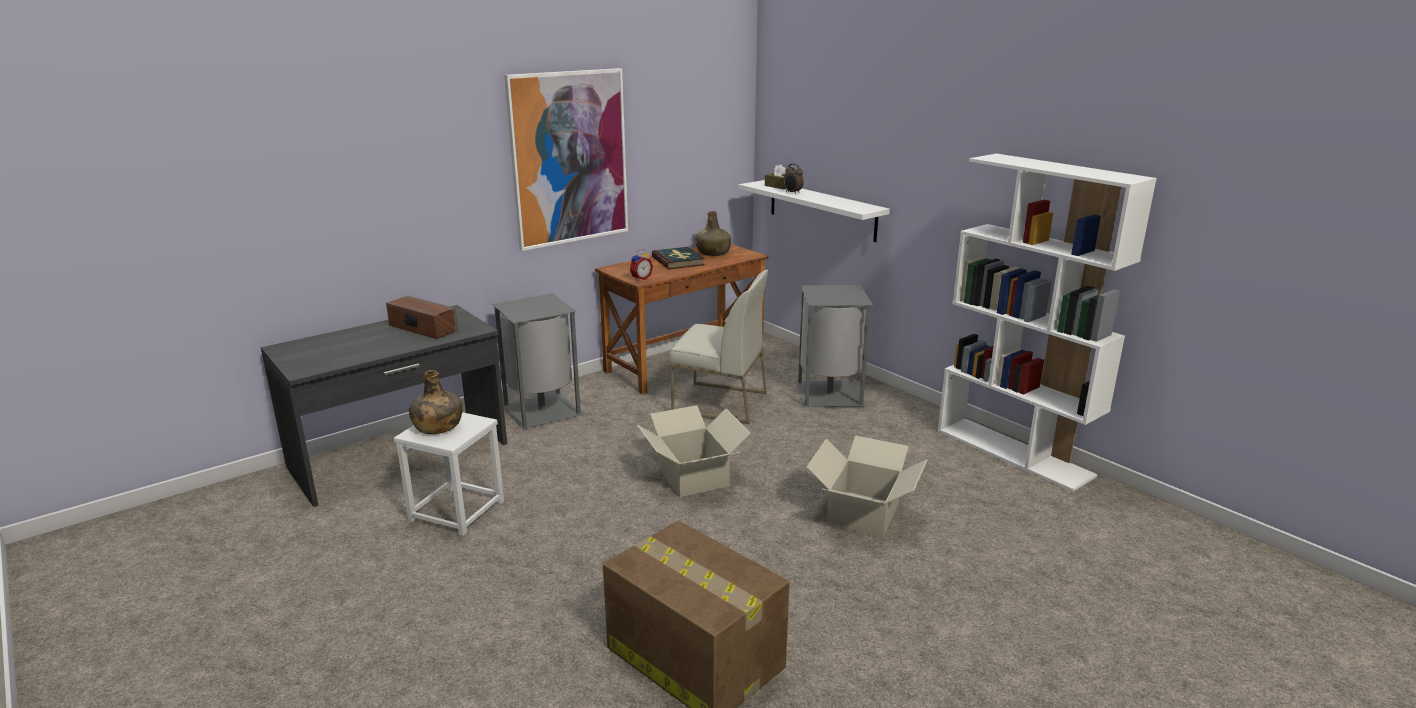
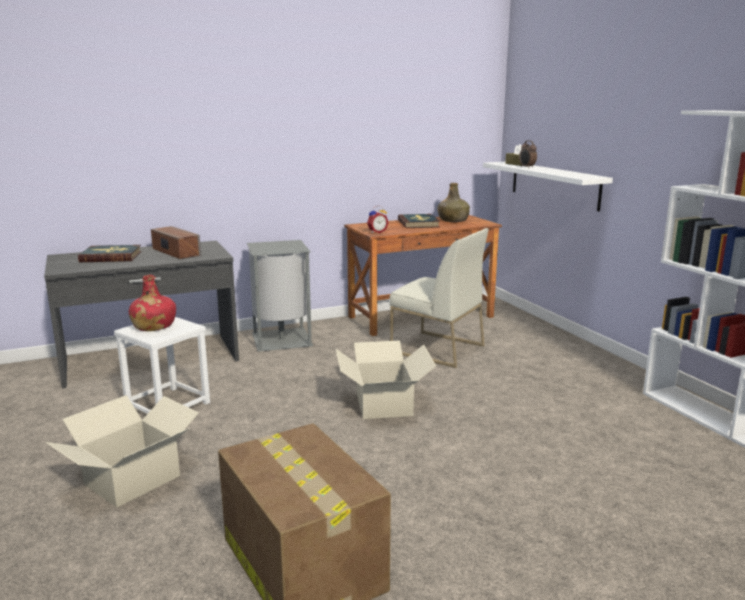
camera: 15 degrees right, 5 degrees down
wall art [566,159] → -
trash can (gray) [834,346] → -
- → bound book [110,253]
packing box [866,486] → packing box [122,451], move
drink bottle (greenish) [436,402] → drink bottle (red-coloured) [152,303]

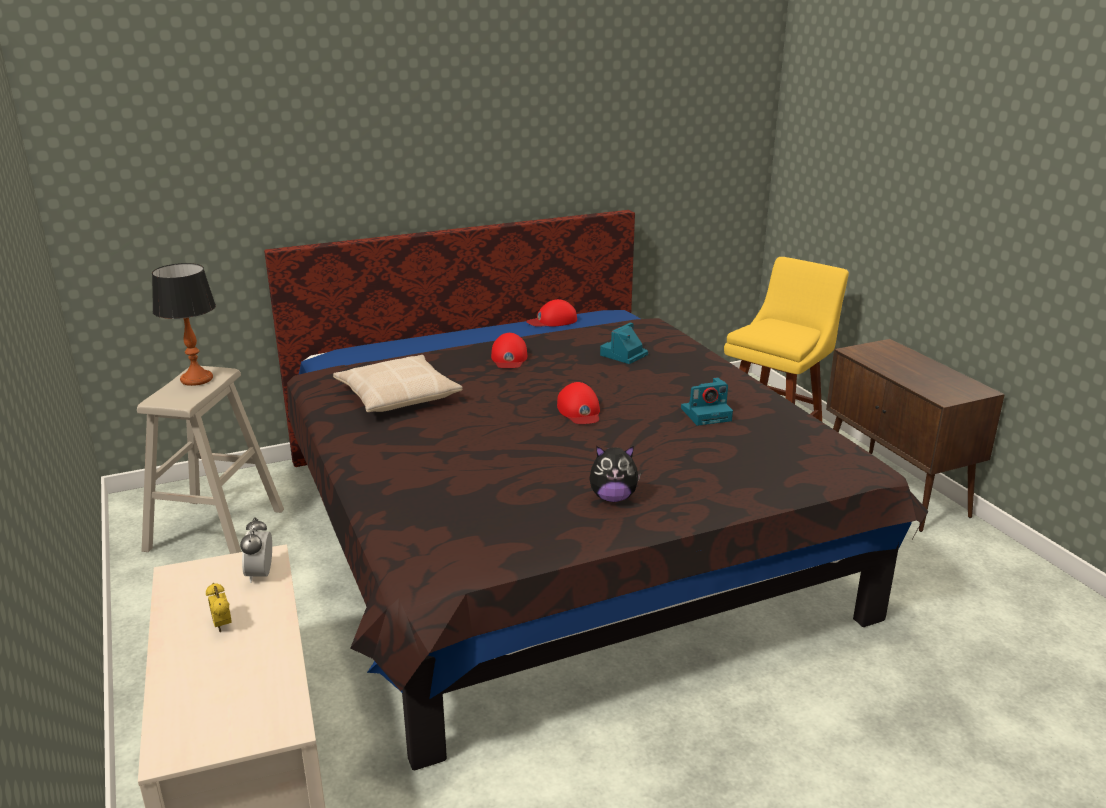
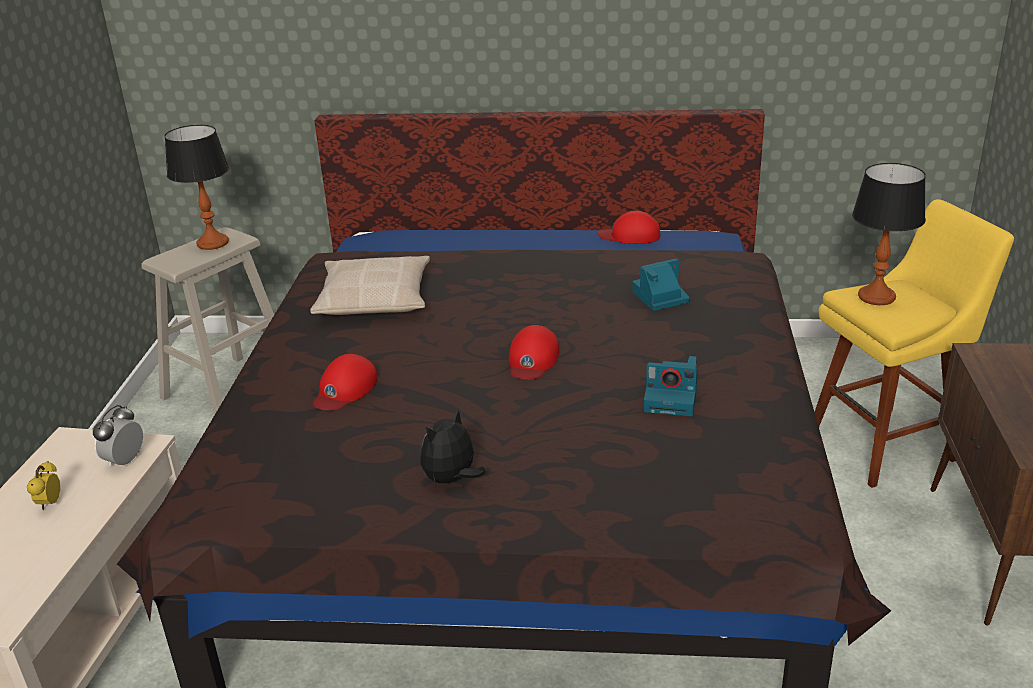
camera: 30 degrees right, 5 degrees up
- → tabletop lamp [889,234]
baseball cap (red-coloured) [509,350] → baseball cap (red-coloured) [345,382], move
soft toy [615,474] → soft toy [453,447], 105 degrees clockwise

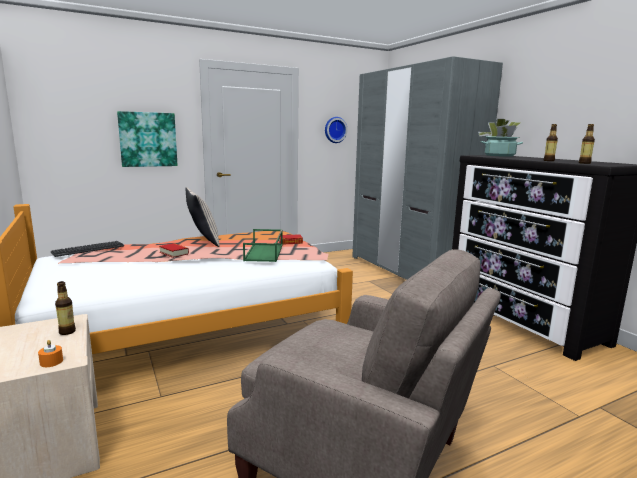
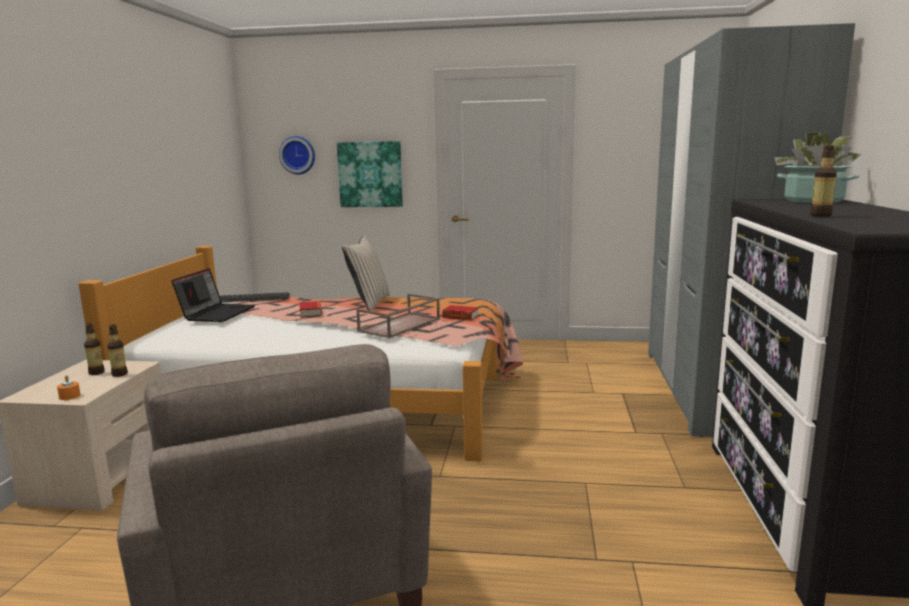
camera: 35 degrees right, 0 degrees up
- → portable computer [213,295]
clock on the wall [336,130] → clock on the wall [297,155], move
drink bottle [587,144] → drink bottle [94,349], move
carrying tray (greenish) [263,245] → carrying tray (brownish) [398,315]

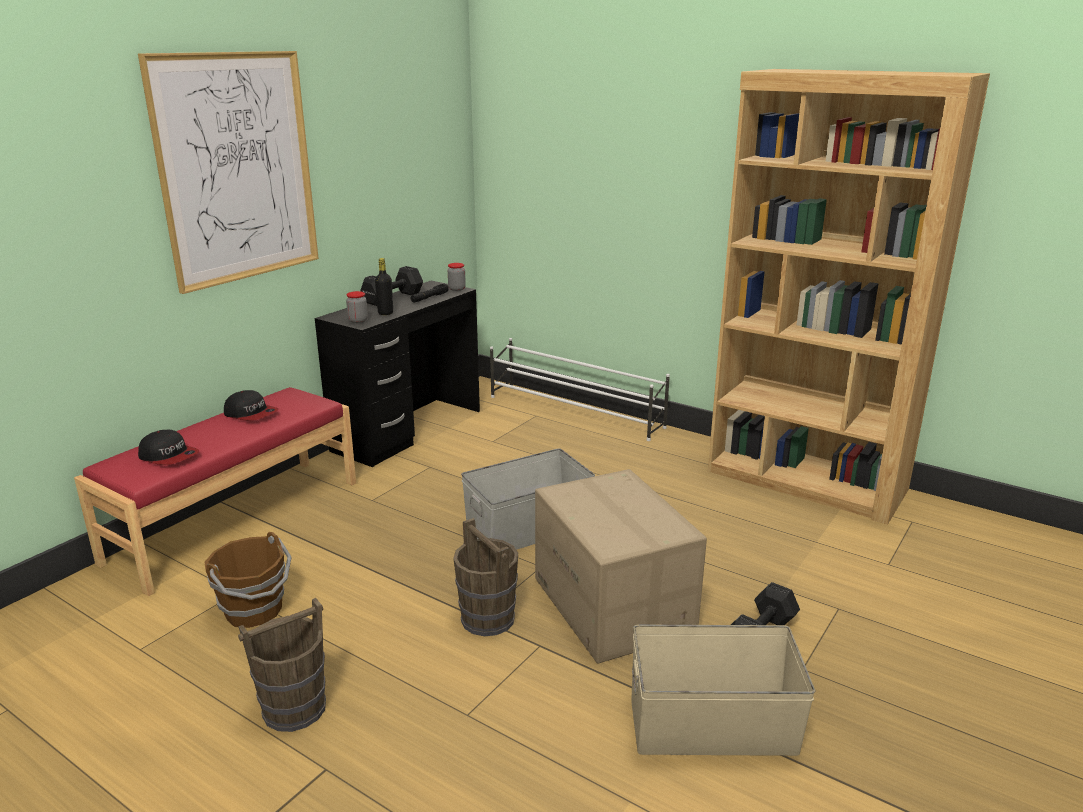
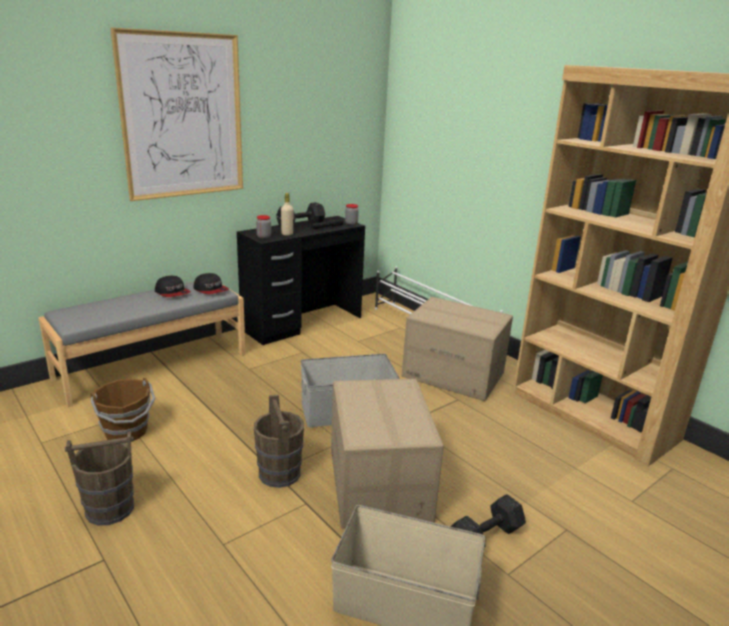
camera: 15 degrees right, 0 degrees up
- → packing box [457,349]
baseball cap [169,447] → baseball cap [211,283], move
indoor bench (red-coloured) [215,491] → indoor bench (gray) [142,344]
drink bottle (black-coloured) [384,286] → drink bottle (sand-coloured) [287,214]

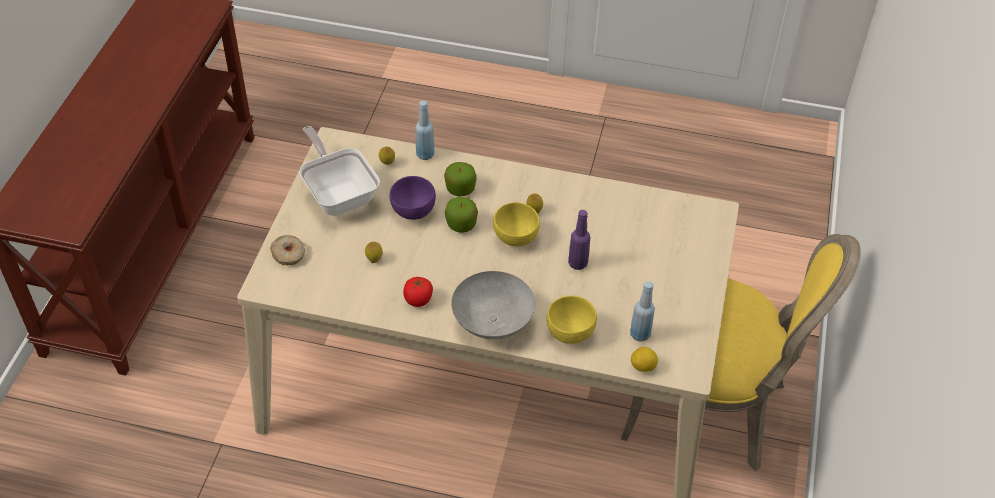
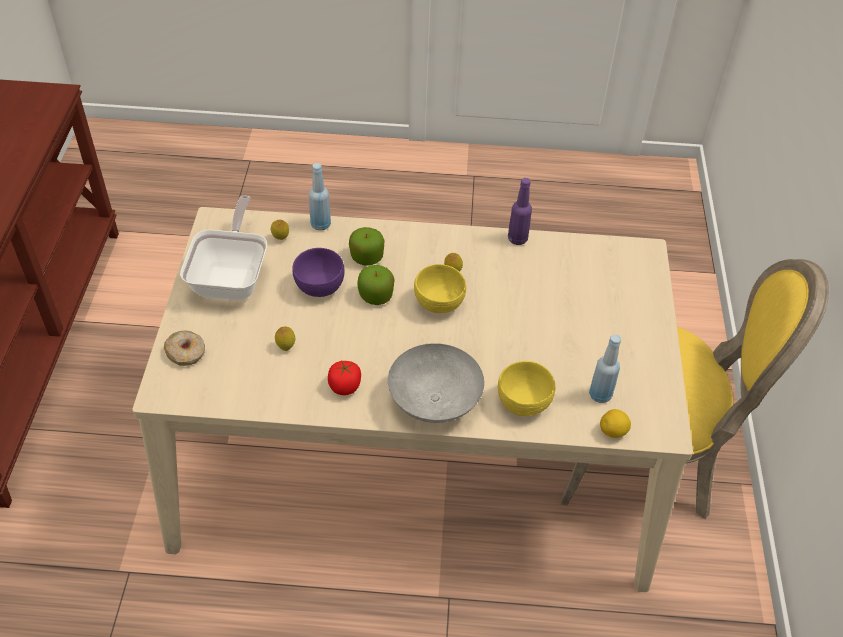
camera: 10 degrees left, 0 degrees up
drink bottle (purple-coloured) [579,240] → drink bottle (purple-coloured) [520,211], move
pan [339,171] → pan [223,248], 45 degrees clockwise

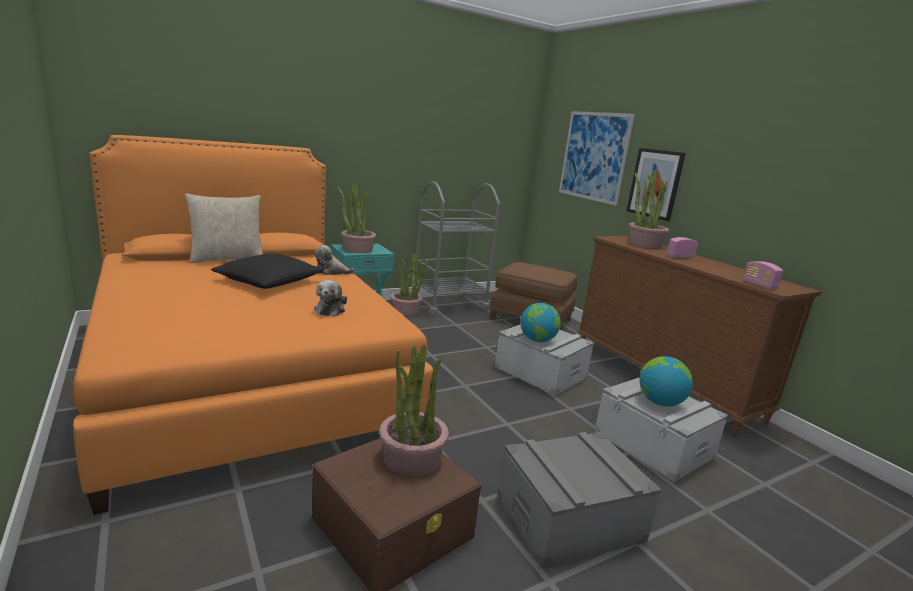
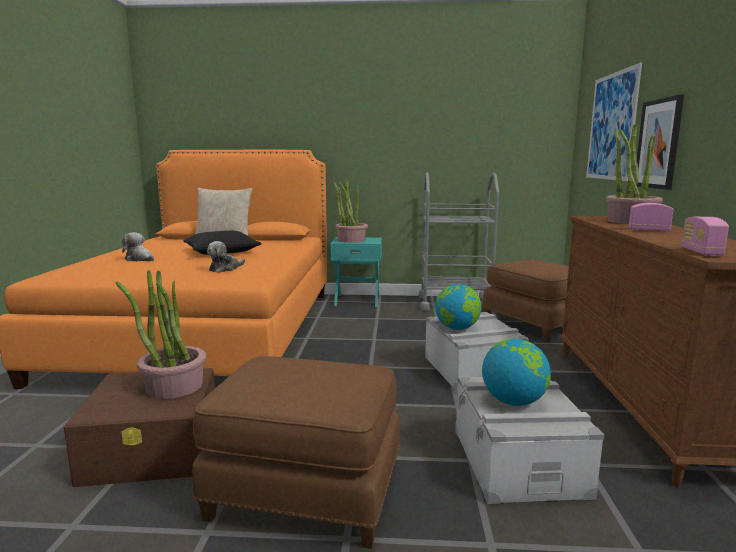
camera: 35 degrees right, 5 degrees down
plant in a pot [410,284] → -
soft toy [334,260] → soft toy [138,247], move
storage container (gray) [579,500] → footrest (brownish) [296,452]

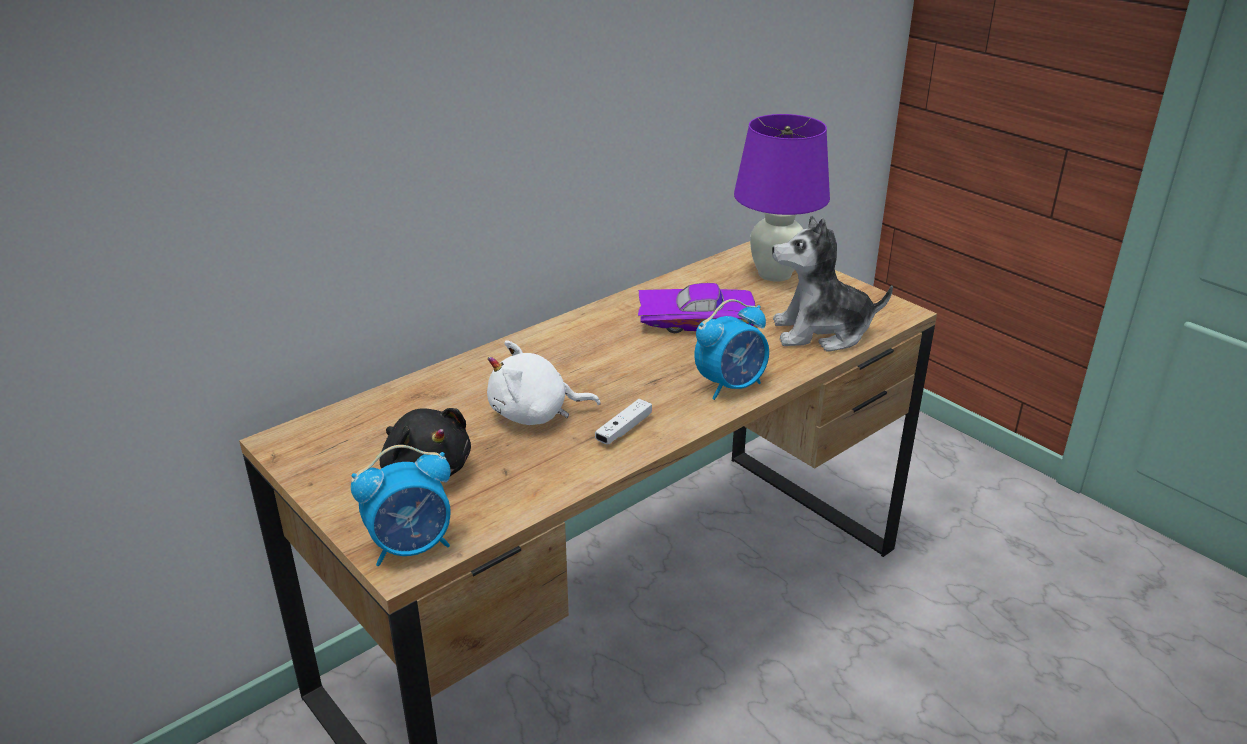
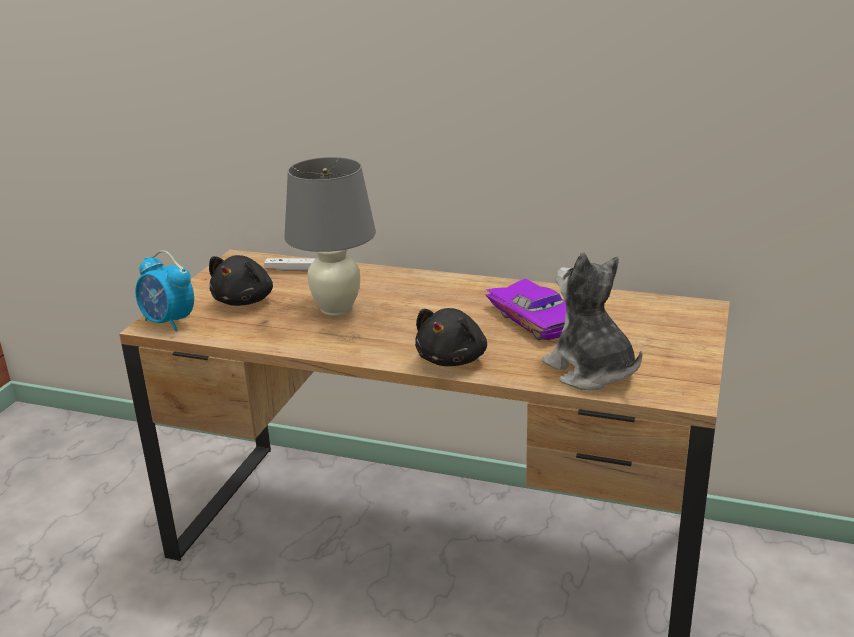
camera: 60 degrees right, 5 degrees down
tabletop lamp (purple-coloured) [782,198] → -
gamepad (white-coloured) [623,421] → gamepad (white-coloured) [289,264], move
soft toy (white-coloured) [544,382] → tabletop lamp (gray) [330,236]
alarm clock [731,349] → soft toy (black-coloured) [451,337]

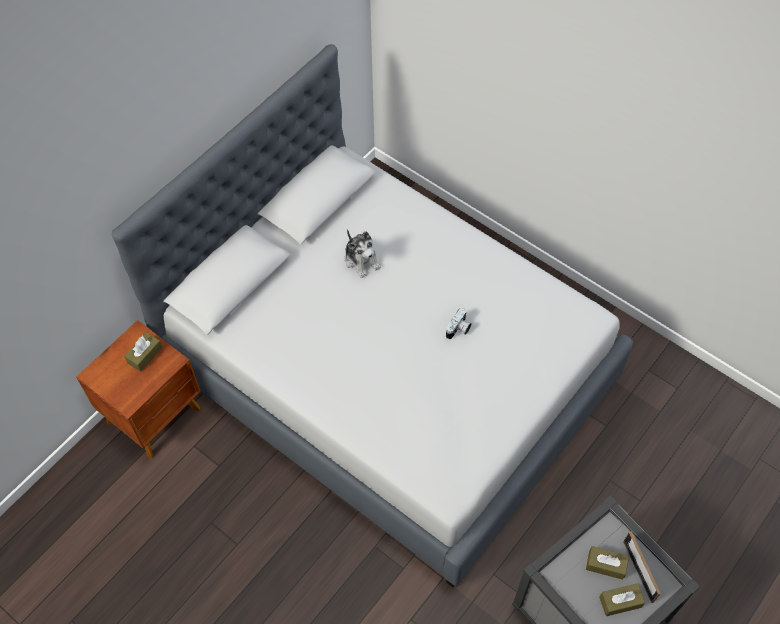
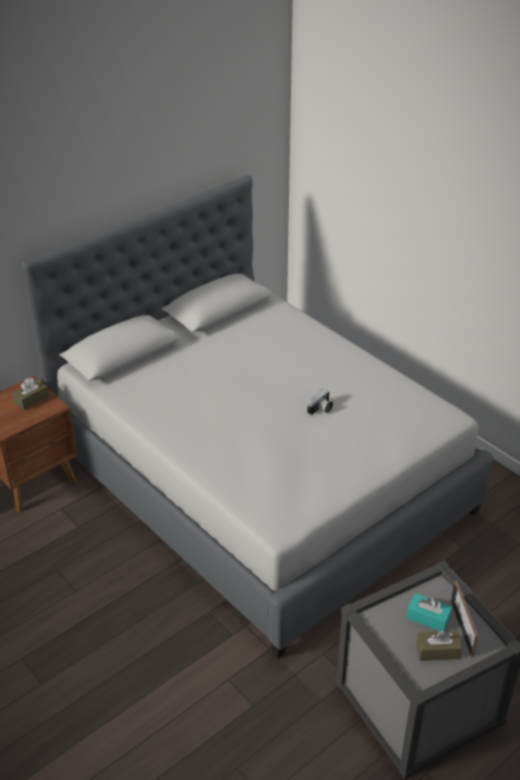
camera: 10 degrees right, 20 degrees down
soft toy [363,253] → -
box of tissues (brownish) [607,563] → box of tissues (turquoise) [429,612]

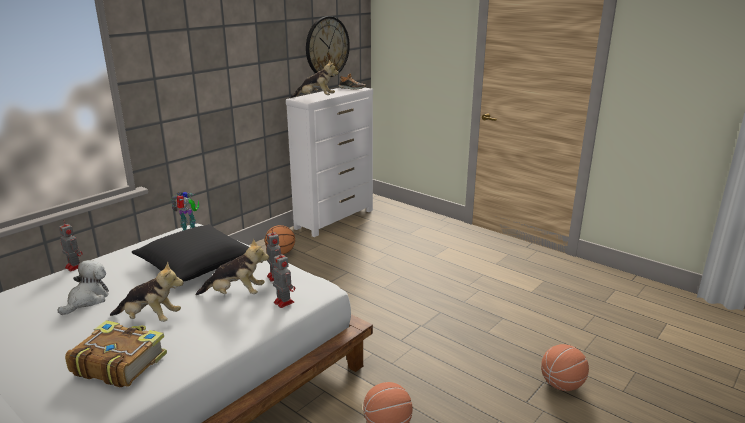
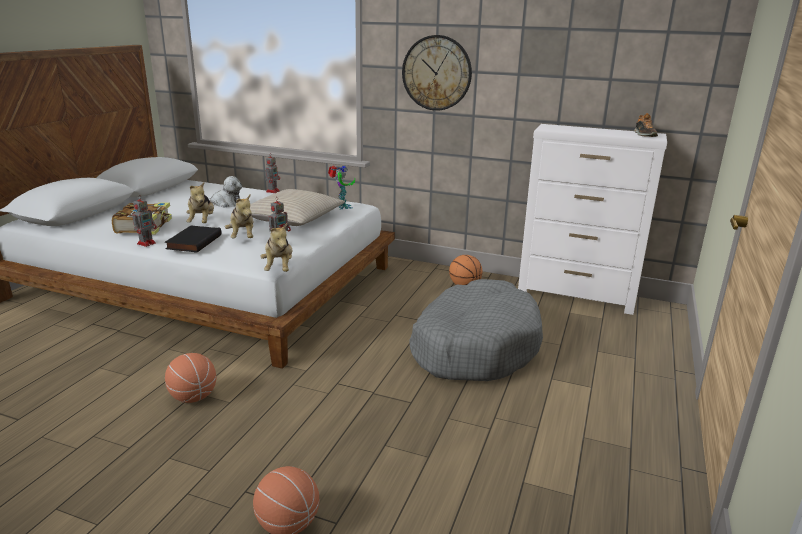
camera: 70 degrees right, 0 degrees up
- → bound book (black-coloured) [193,239]
- → dog bed (gray) [476,330]
robot figure [283,279] → robot figure [144,221], move
soft toy [315,79] → soft toy [277,247], move
clock on the wall [328,46] → clock on the wall [437,73], move
throw pillow (black-coloured) [190,252] → throw pillow (sand-coloured) [297,207]

